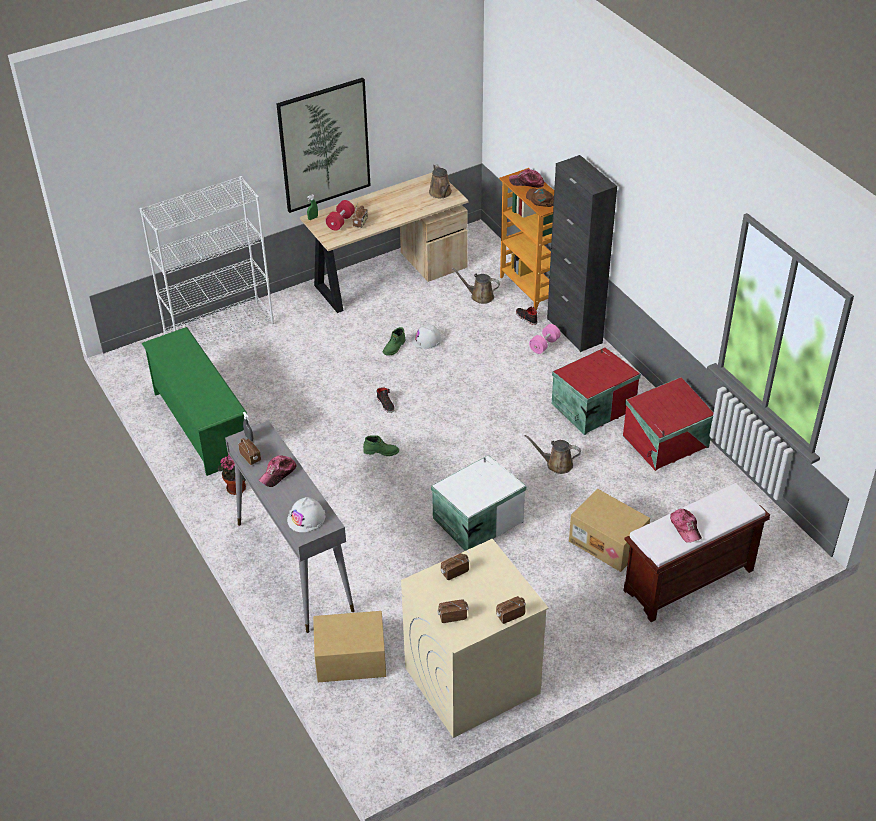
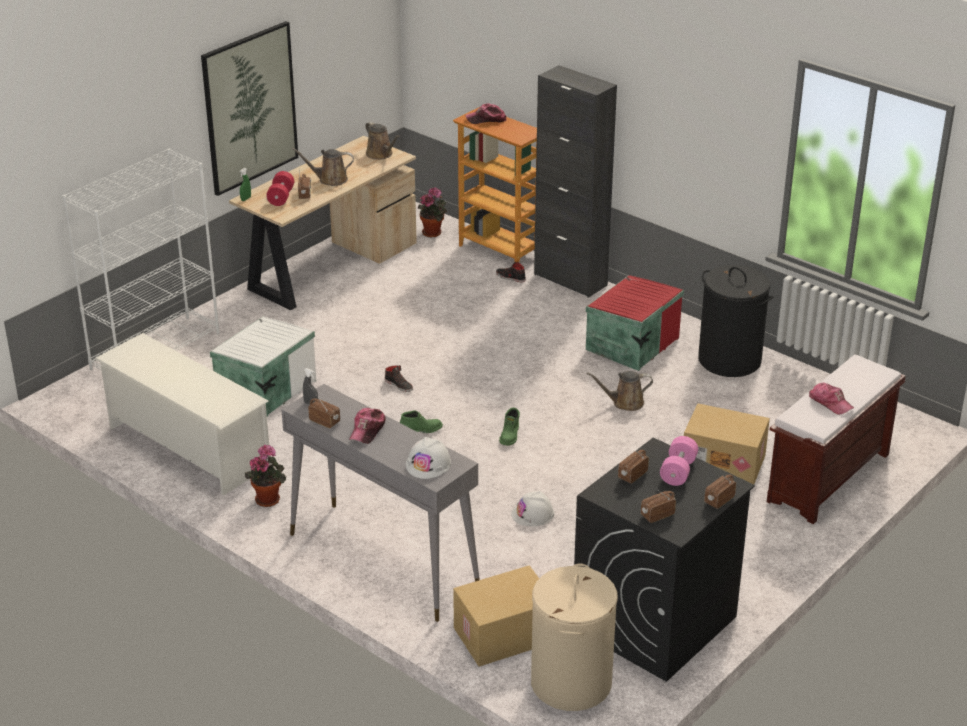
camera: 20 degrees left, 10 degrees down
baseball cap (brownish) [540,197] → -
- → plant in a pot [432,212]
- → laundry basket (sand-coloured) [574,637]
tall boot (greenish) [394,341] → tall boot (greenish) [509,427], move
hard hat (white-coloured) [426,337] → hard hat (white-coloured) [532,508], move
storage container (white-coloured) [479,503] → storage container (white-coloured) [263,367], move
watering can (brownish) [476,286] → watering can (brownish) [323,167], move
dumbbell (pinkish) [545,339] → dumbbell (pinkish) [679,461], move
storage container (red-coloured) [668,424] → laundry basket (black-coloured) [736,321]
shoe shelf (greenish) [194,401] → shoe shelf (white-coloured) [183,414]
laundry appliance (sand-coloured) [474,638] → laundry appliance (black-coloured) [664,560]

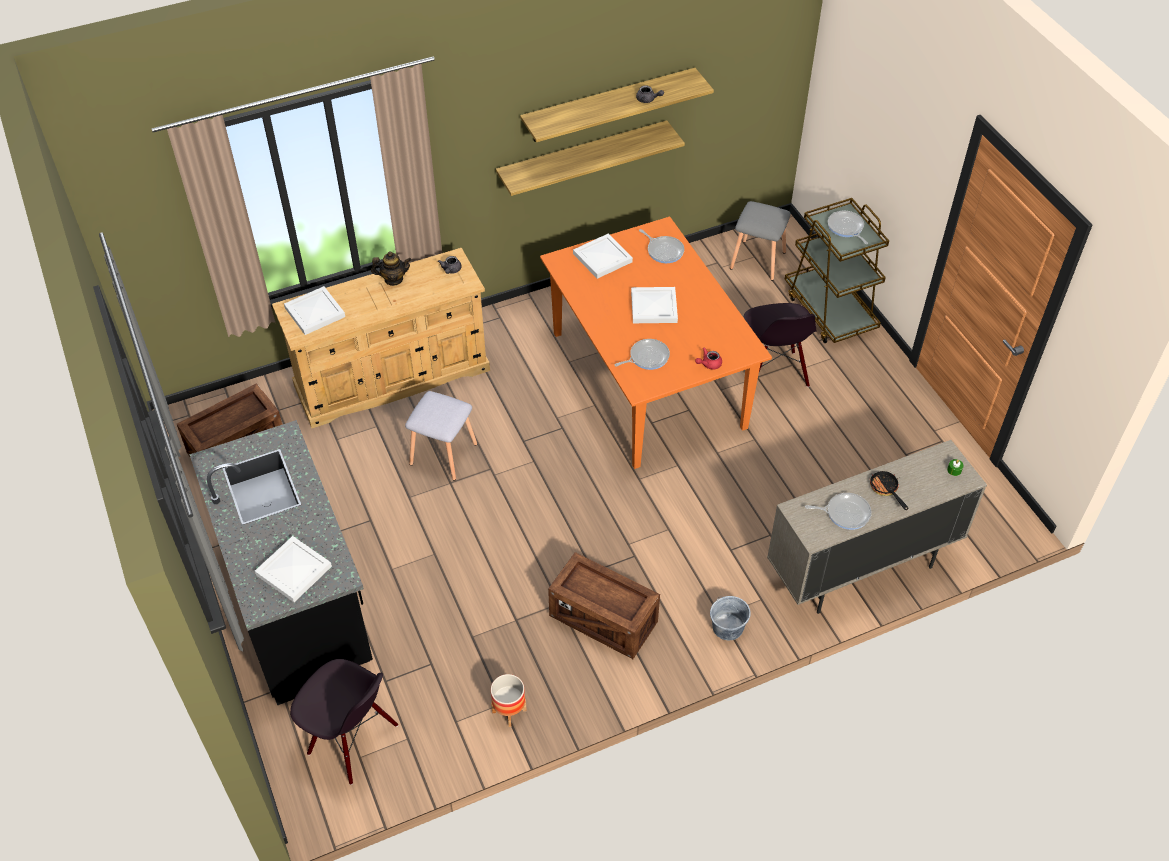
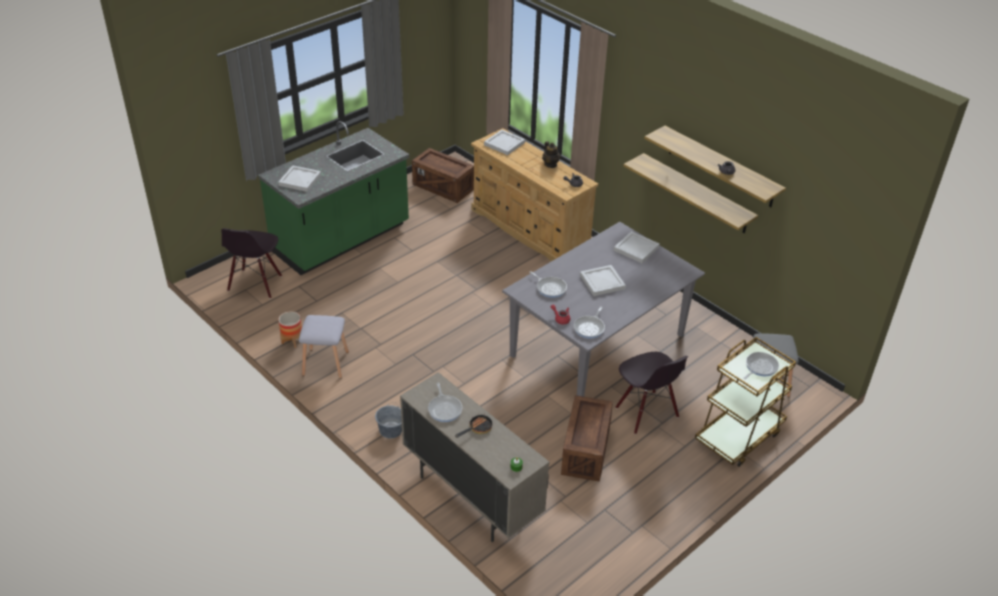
camera: 70 degrees right, 10 degrees down
sitting stool (gray) [441,436] → sitting stool (gray) [324,347], move
crate [604,605] → crate [587,438], move
pan [661,246] → pan [589,323], move
kitchen base unit (black-coloured) [281,562] → kitchen base unit (greenish) [333,198]
kitchen table (orange-coloured) [656,343] → kitchen table (gray) [603,309]
chair (black-coloured) [780,345] → chair (black-coloured) [652,393], 90 degrees counterclockwise

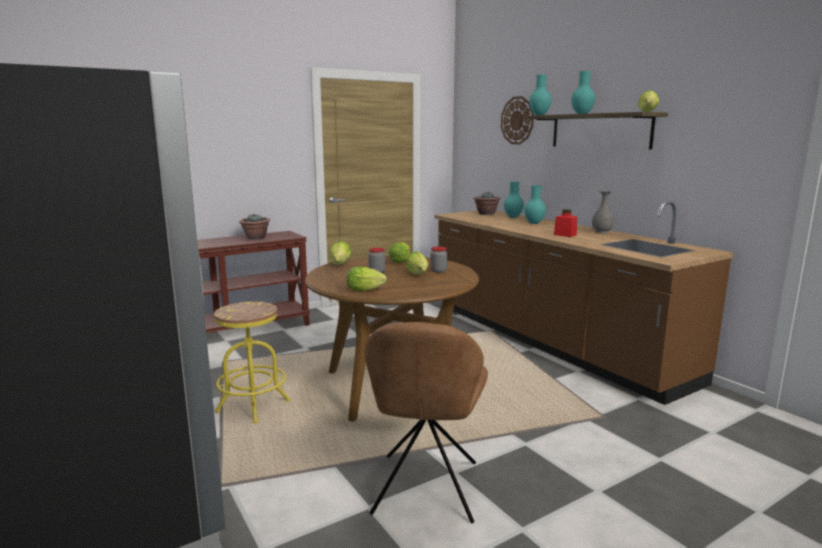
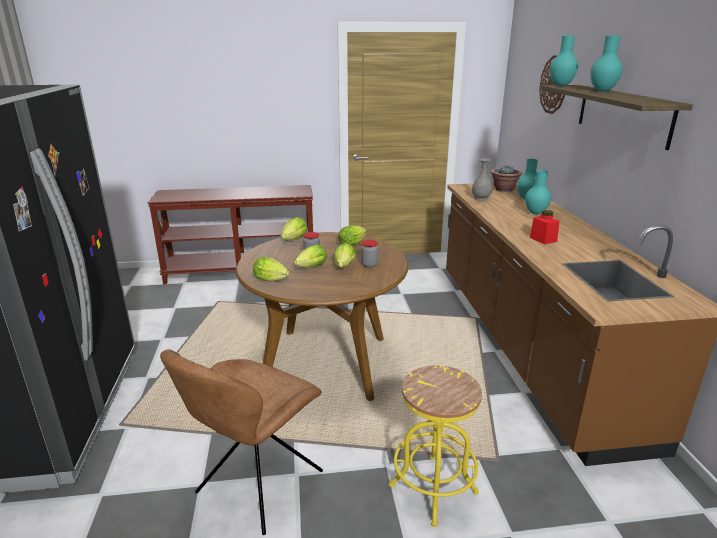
camera: 25 degrees right, 10 degrees up
plant in a pot [254,227] → -
sitting stool (yellowish) [252,362] → sitting stool (yellowish) [435,446], move
vase (gray) [603,212] → vase (gray) [482,179], move
lettuce [649,101] → lettuce [310,256], move

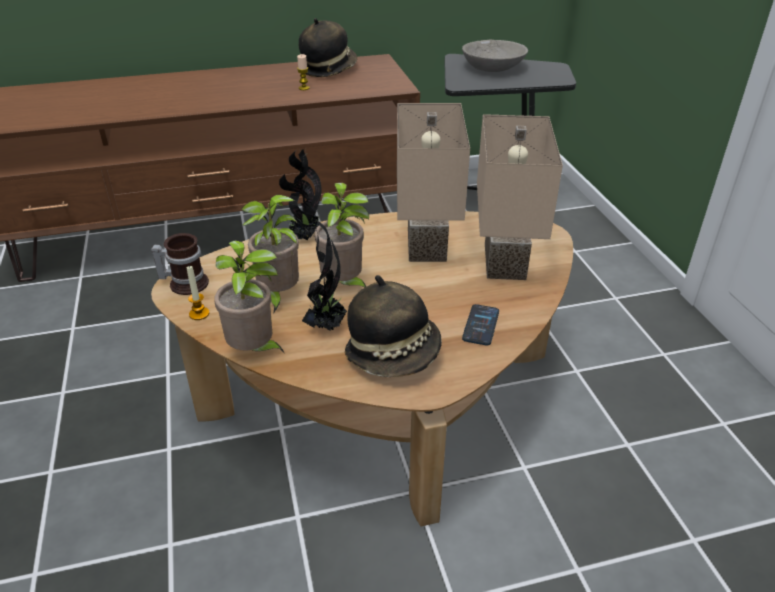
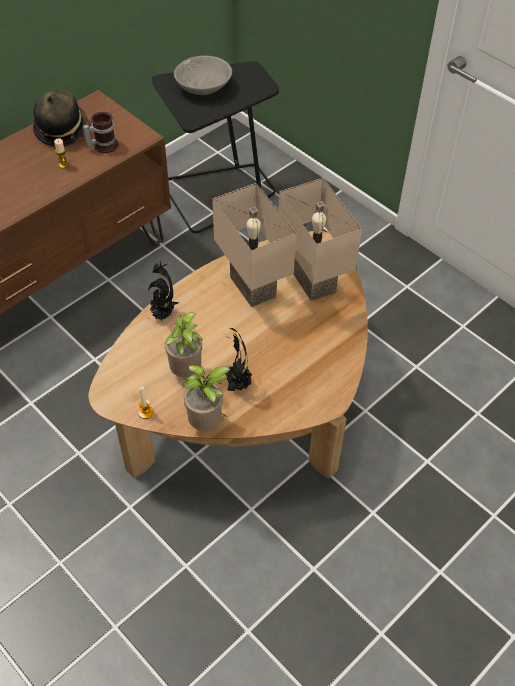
camera: 30 degrees left, 15 degrees up
plant in a pot [342,235] → -
wearable hat [393,326] → -
phone [480,324] → -
coffee mug [180,264] → coffee mug [101,132], move

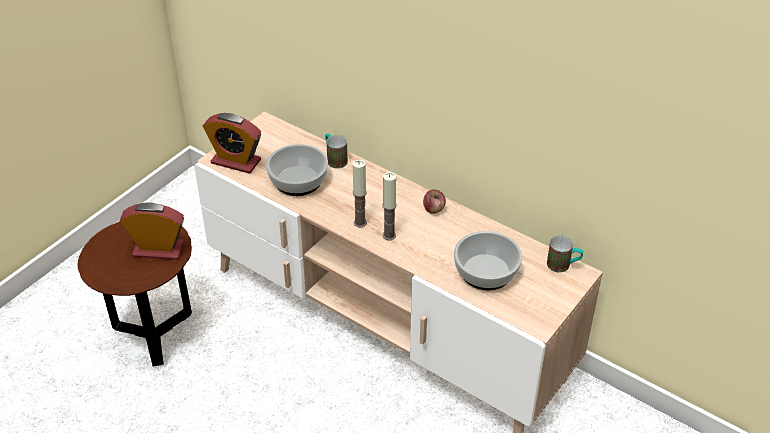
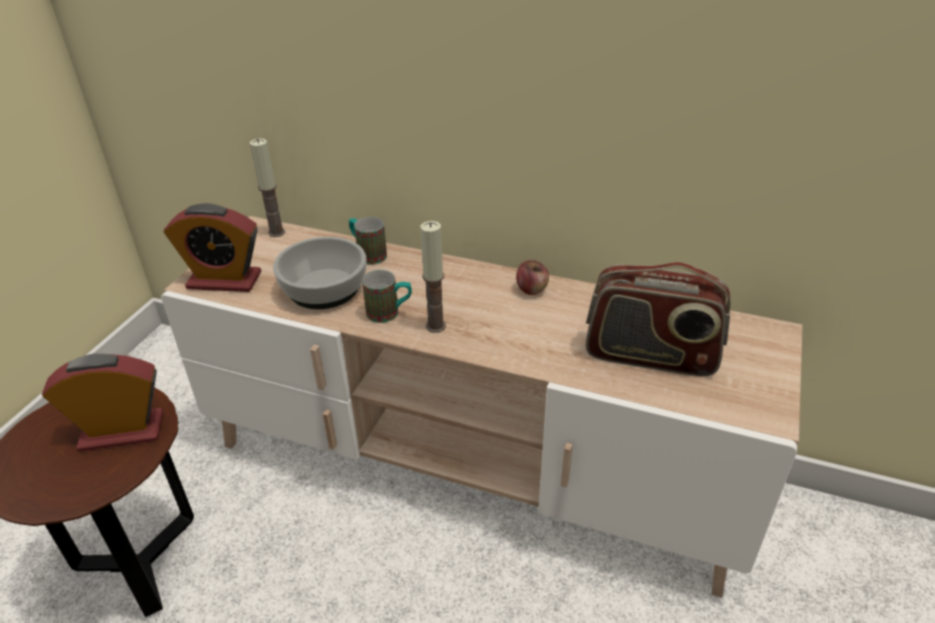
camera: 15 degrees left, 5 degrees down
wax candle [389,206] → wax candle [267,188], move
coffee mug [565,253] → coffee mug [387,296], move
bowl [488,261] → radio set [658,319]

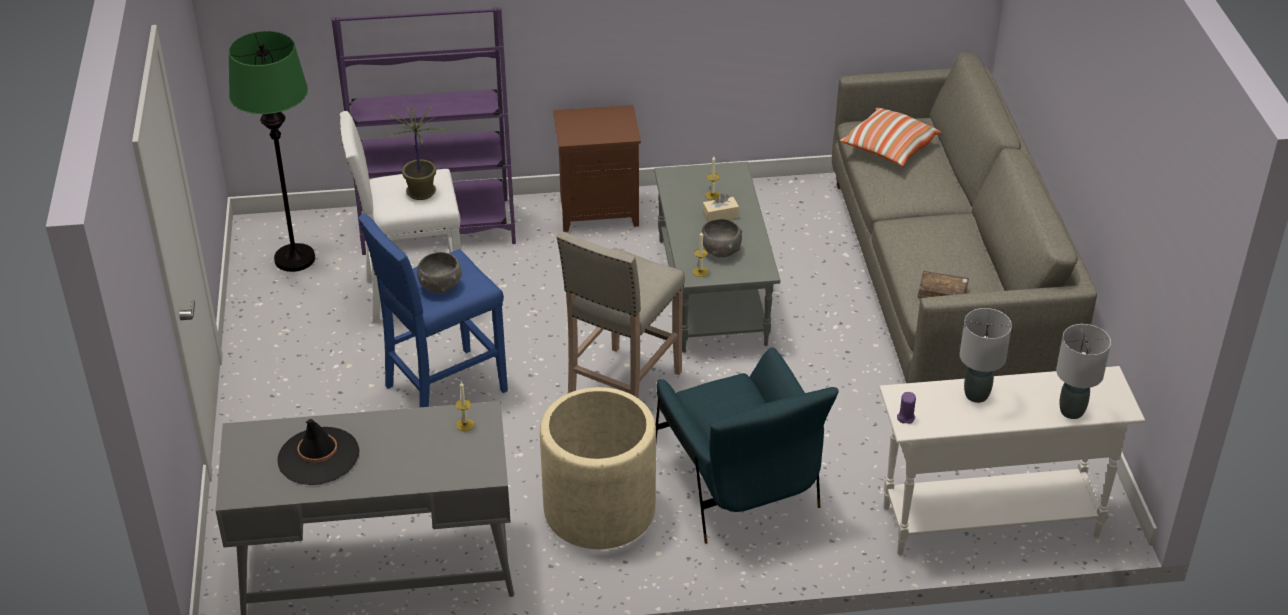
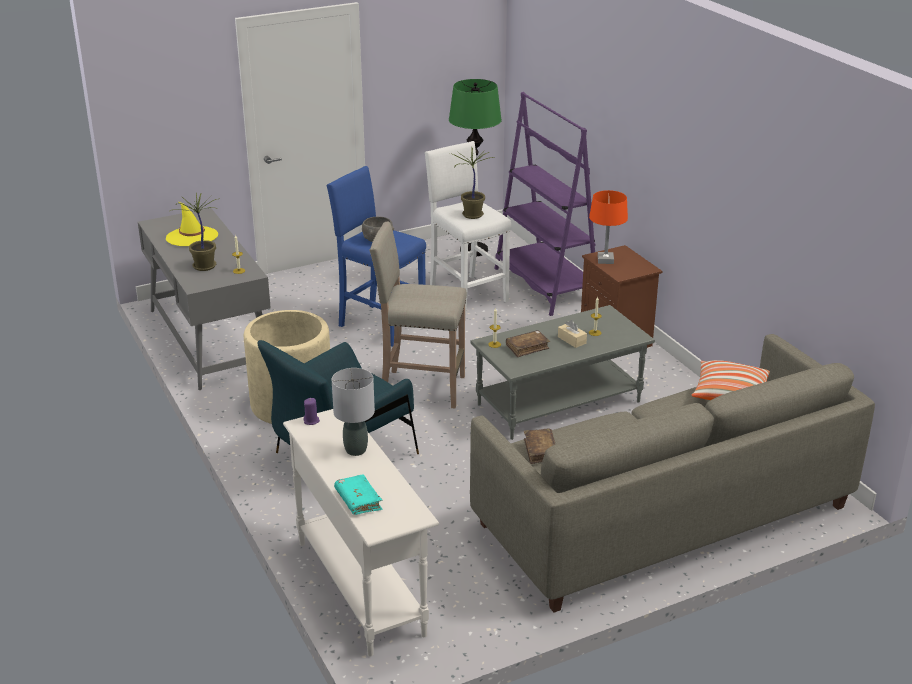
camera: 70 degrees right, 10 degrees down
- → plant in a pot [195,231]
- → tabletop lamp (orange-coloured) [608,227]
bowl (gray) [722,238] → bound book (brownish) [528,343]
tabletop lamp (gray) [1083,371] → bound book (turquoise) [358,494]
wearable hat (black-coloured) [318,452] → wearable hat (yellowish) [192,224]

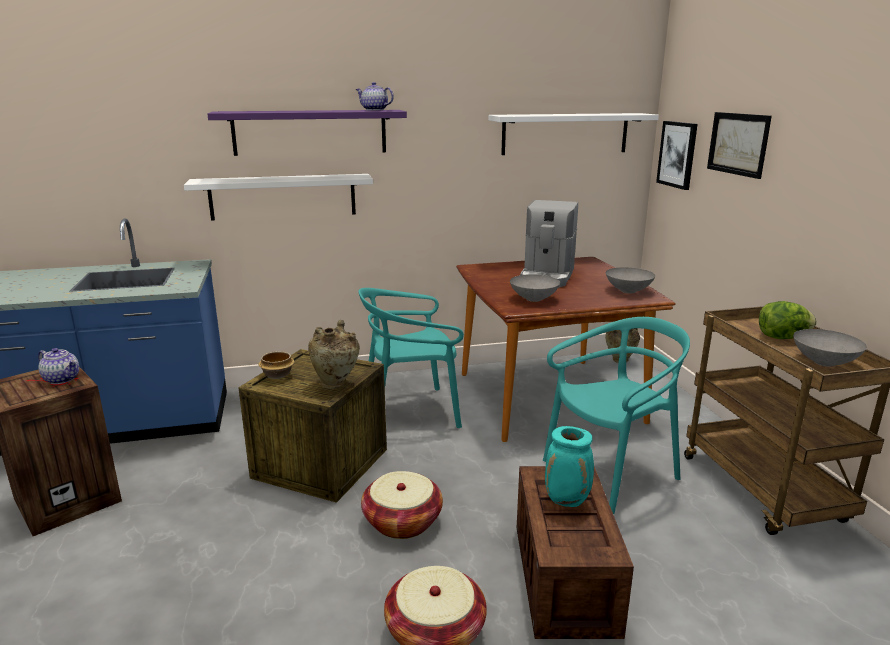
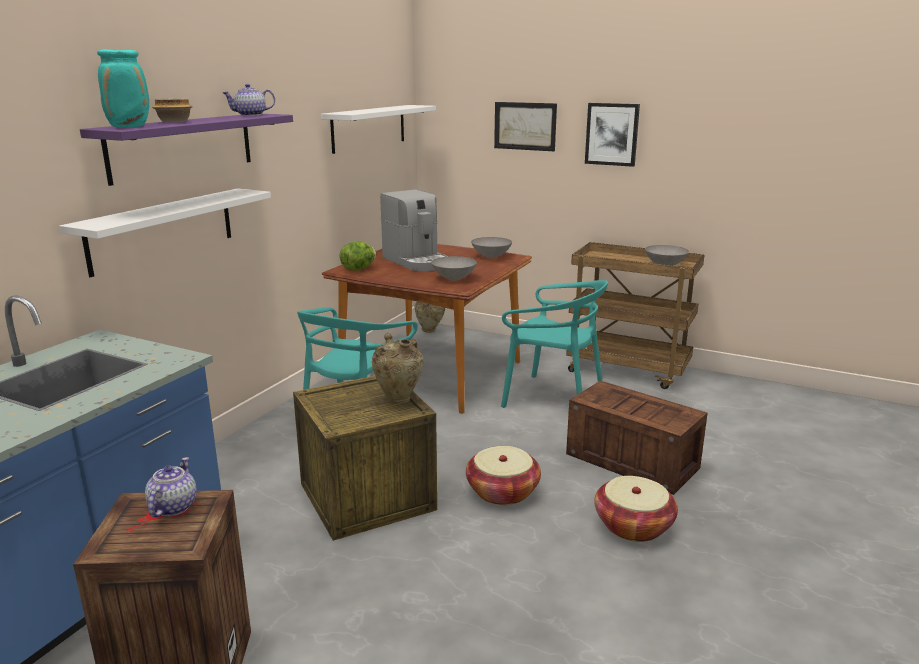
camera: 50 degrees left, 0 degrees up
bowl [276,365] → bowl [172,110], move
vase (turquoise) [569,466] → vase (turquoise) [123,88], move
wall art [677,155] → wall art [612,135], move
lettuce [788,320] → lettuce [358,256], move
teapot [58,366] → teapot [171,487], 60 degrees counterclockwise
chair (turquoise) [616,415] → chair (turquoise) [554,344], 105 degrees clockwise

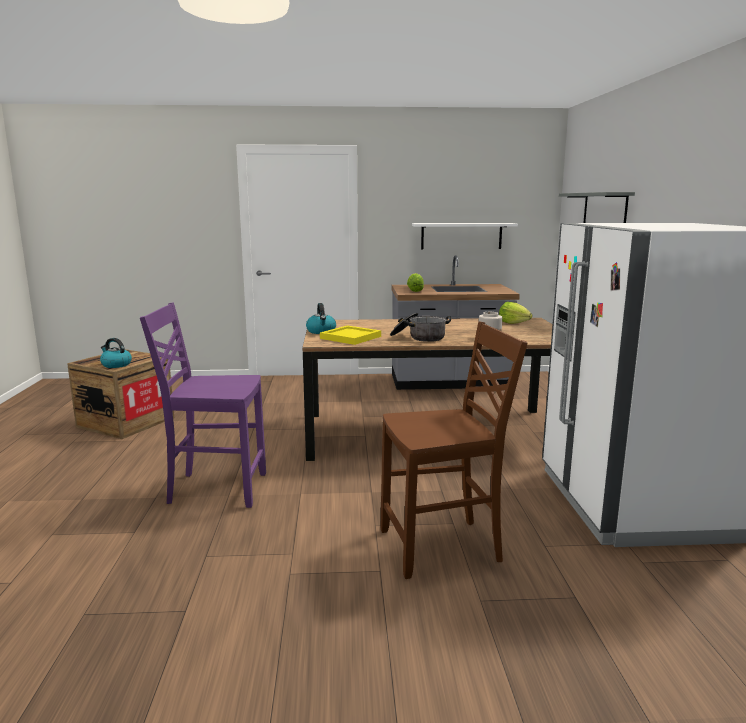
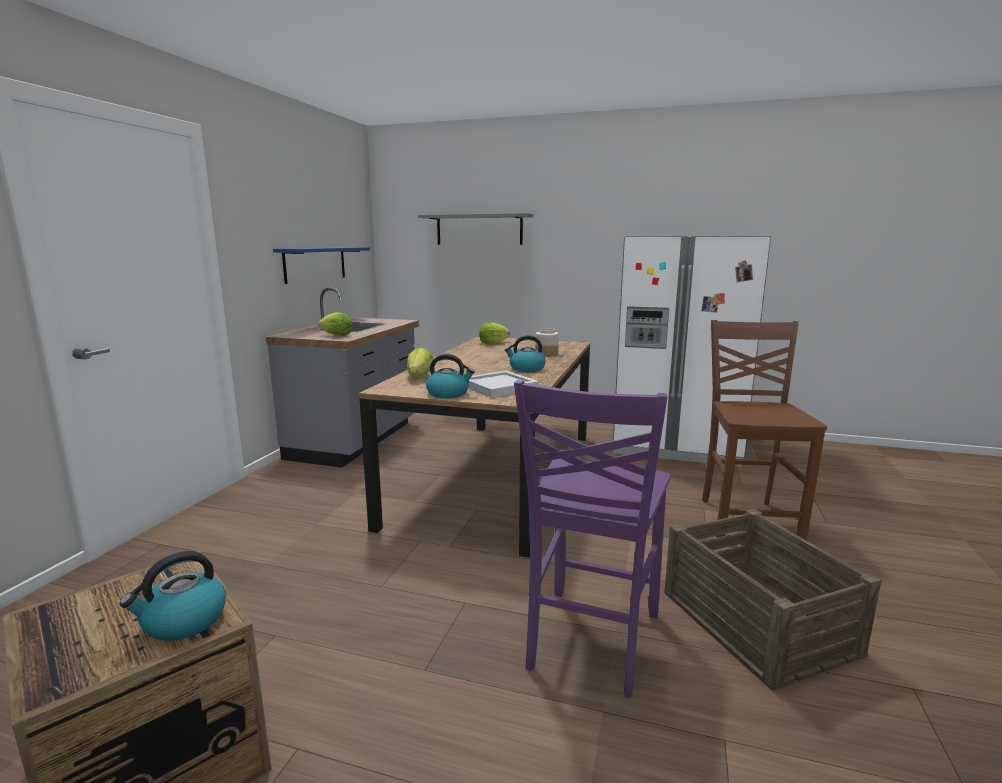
camera: 70 degrees left, 0 degrees up
- → lettuce [420,362]
- → crate [773,600]
stockpot [420,327] → tea kettle [525,353]
carrying tray (yellowish) [350,335] → carrying tray (white-coloured) [503,384]
wall shelf (white-coloured) [465,236] → wall shelf (blue) [321,265]

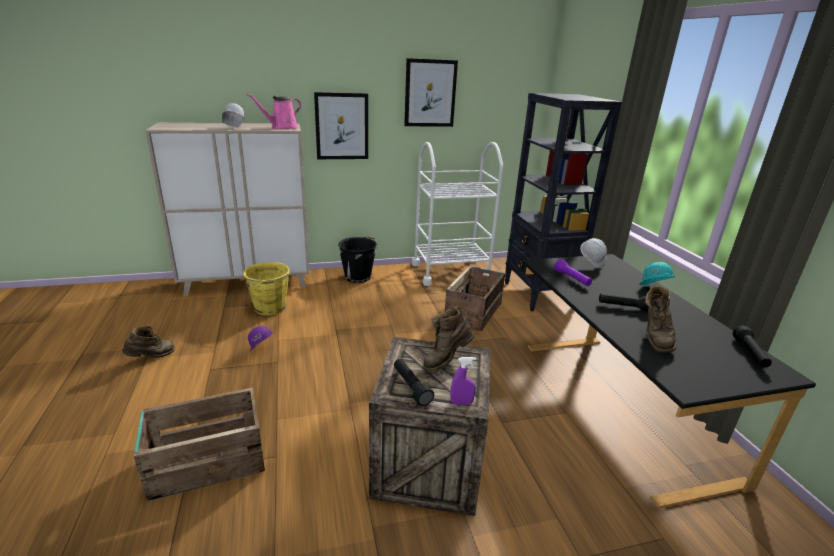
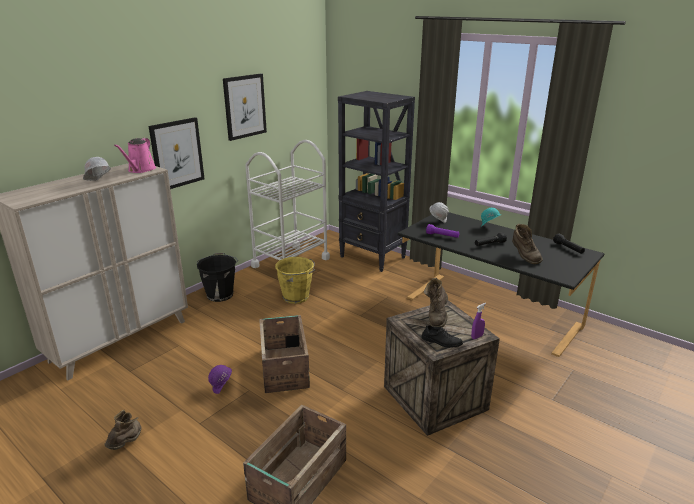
camera: 35 degrees left, 0 degrees up
pail (yellowish) [266,289] → pail (yellowish) [295,280], move
crate [475,298] → crate [284,354], move
flashlight (black-coloured) [414,382] → shoe (black-coloured) [442,336]

